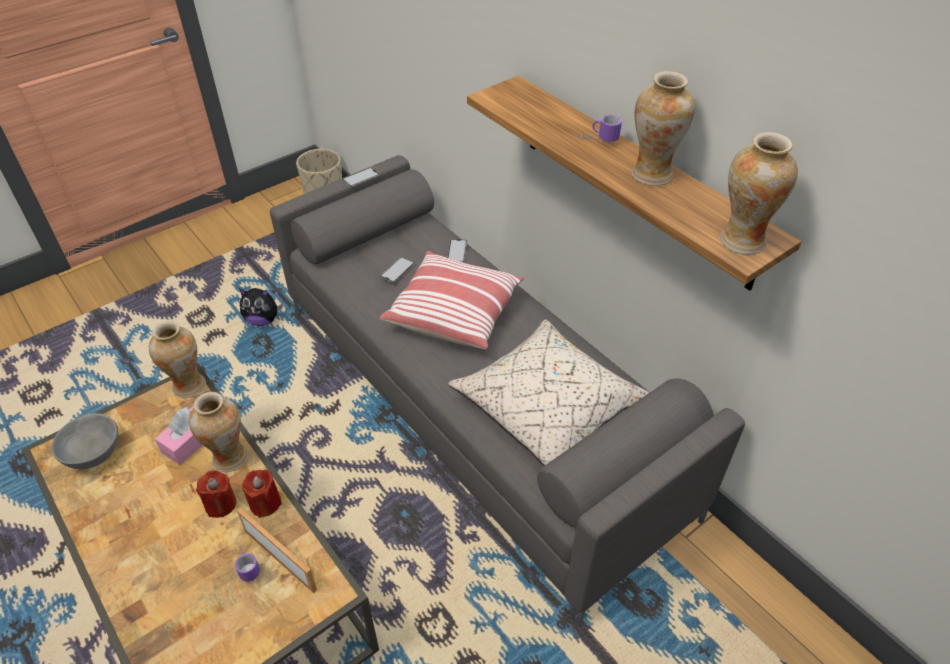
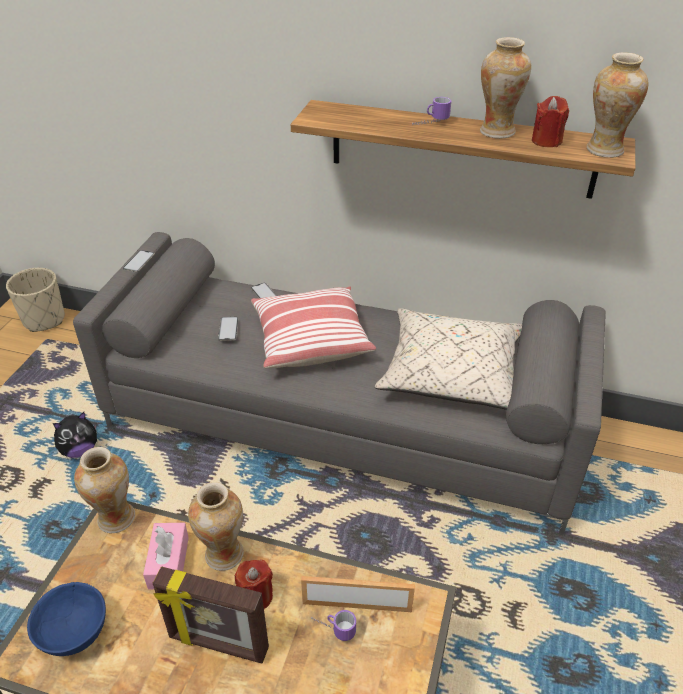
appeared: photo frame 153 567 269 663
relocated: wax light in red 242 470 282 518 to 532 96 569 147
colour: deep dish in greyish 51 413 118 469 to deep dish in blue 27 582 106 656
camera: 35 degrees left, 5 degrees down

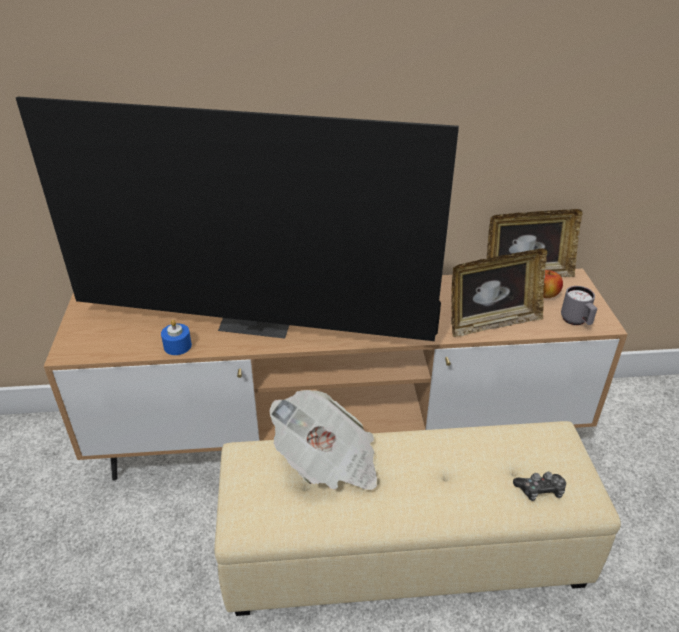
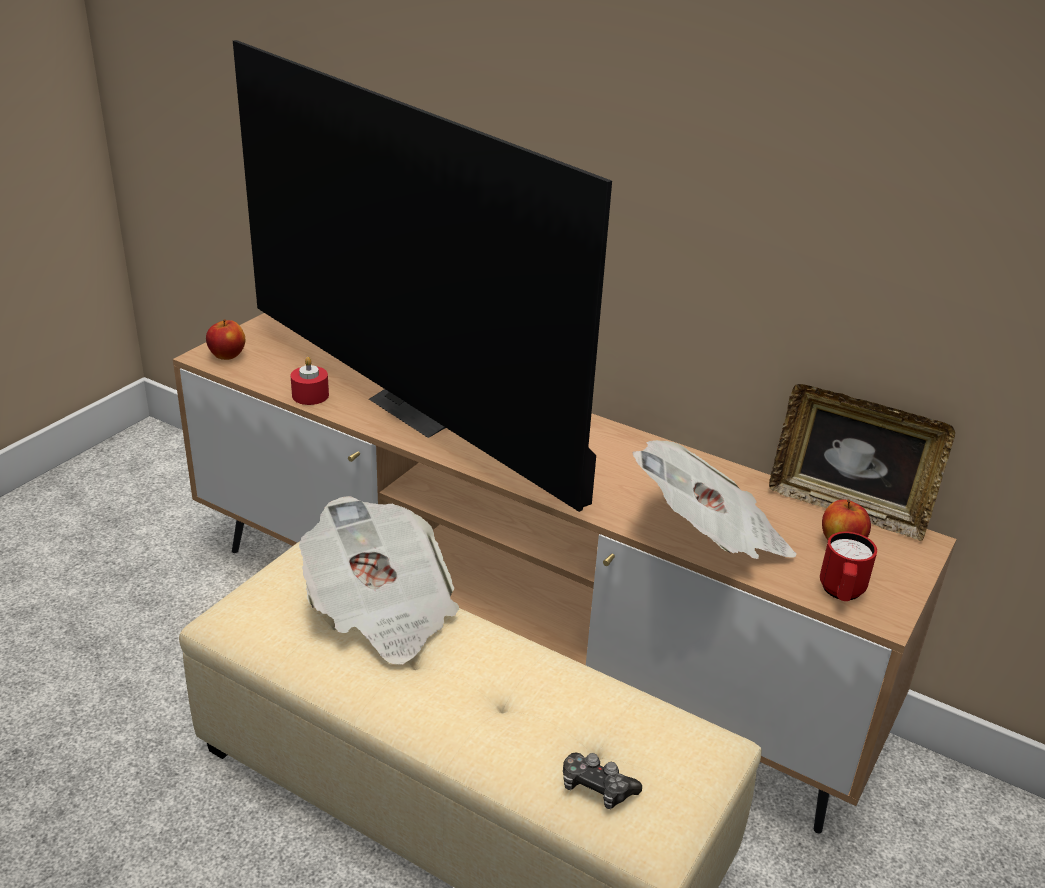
appeared: apple 206 319 245 360
exchanged: photo frame 451 248 547 337 to newspaper 632 440 797 559
colour: mug in greyish 561 286 597 325 to mug in red 820 532 877 601; wax light in blue 161 320 192 355 to wax light in red 290 357 329 405
camera: 35 degrees right, 5 degrees down

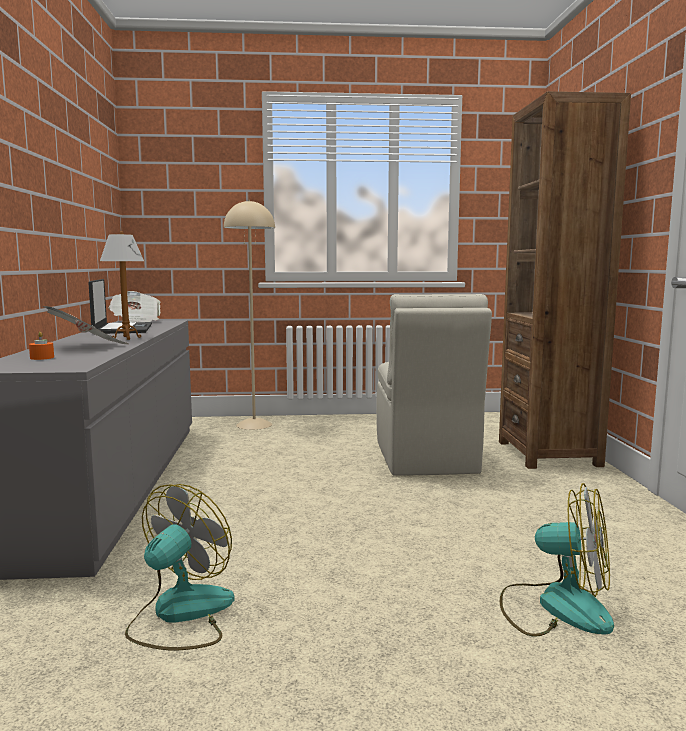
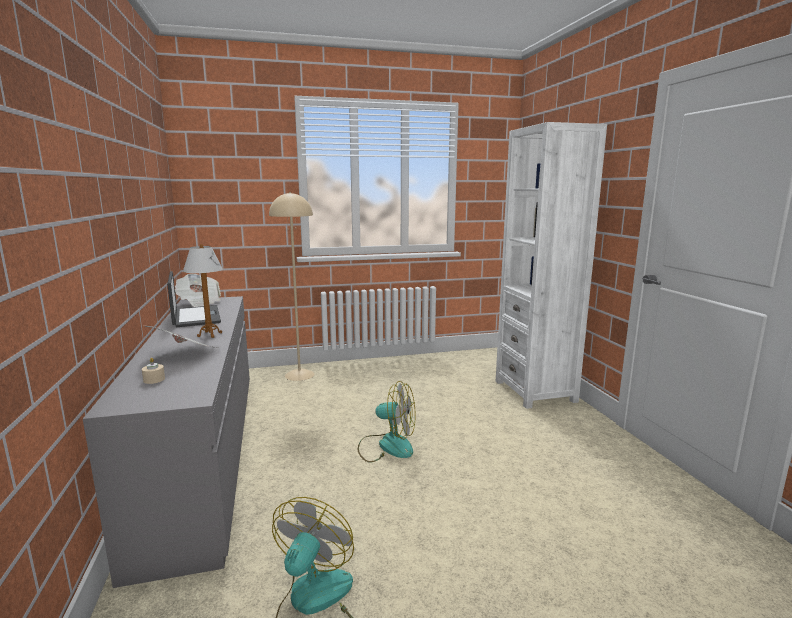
missing: chair in beige-coloured 376 294 492 476
relocated: electric fan 500 483 614 637 to 358 381 416 463
colour: shelving unit in brown 499 91 631 469 to shelving unit in white-coloured 496 122 607 409; wax light in orange-coloured 29 332 54 360 to wax light in beige-coloured 142 358 165 384
camera: 10 degrees left, 5 degrees up

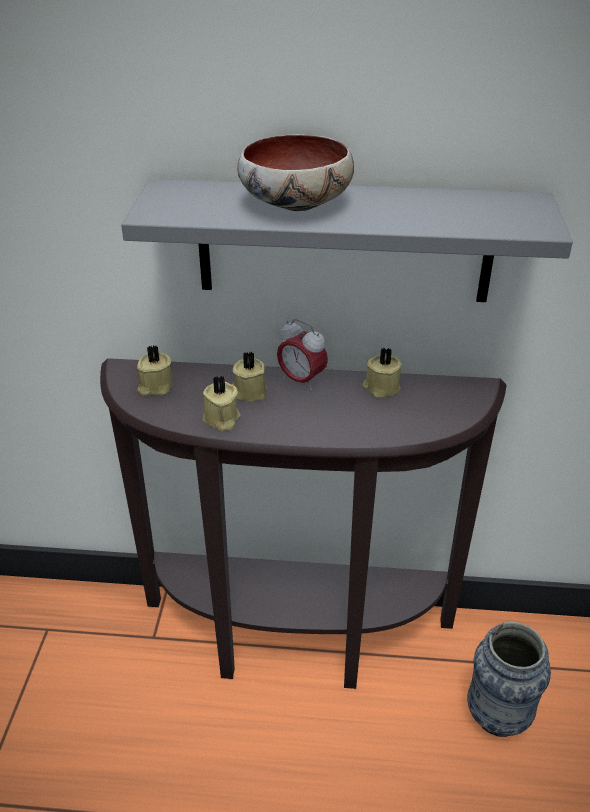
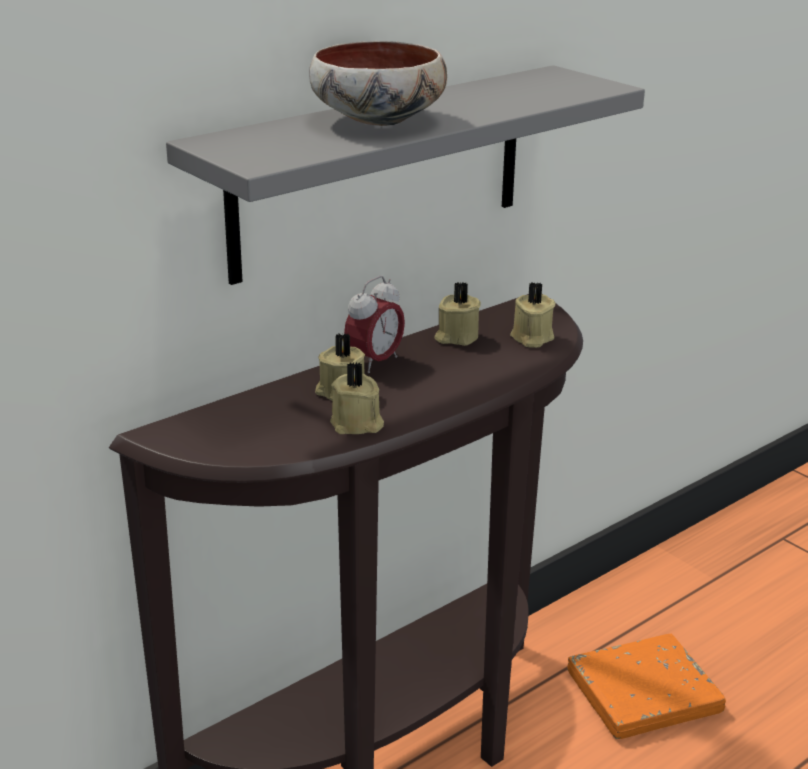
relocated: wax light in beige-coloured 137 346 173 396 to 510 282 556 348
exchanged: decorative vase 467 622 551 737 to bound book in orange-coloured 567 634 726 739
spun: table clock 277 319 328 391 = 344 276 405 373 45 degrees counterclockwise
camera: 45 degrees left, 10 degrees down

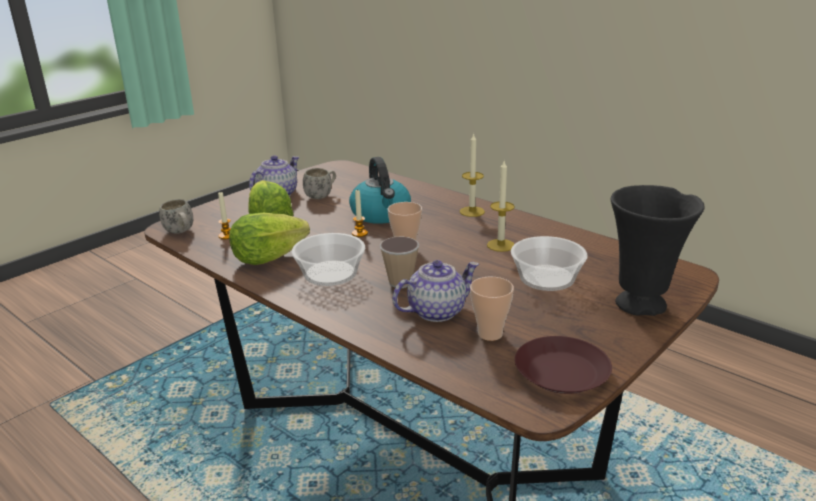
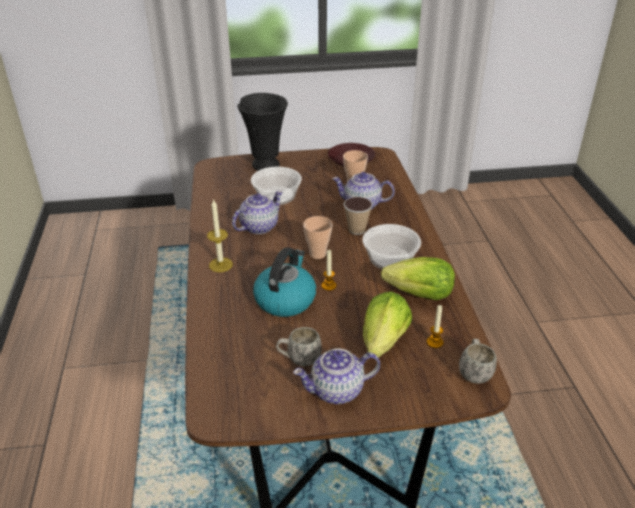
exchanged: wax light 487 161 515 252 to tea pot 232 190 283 234
camera: 140 degrees left, 10 degrees up

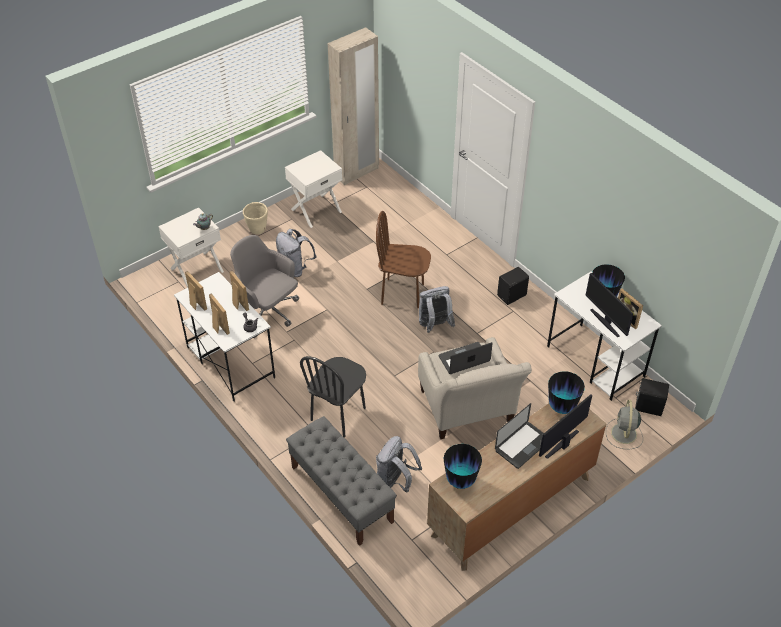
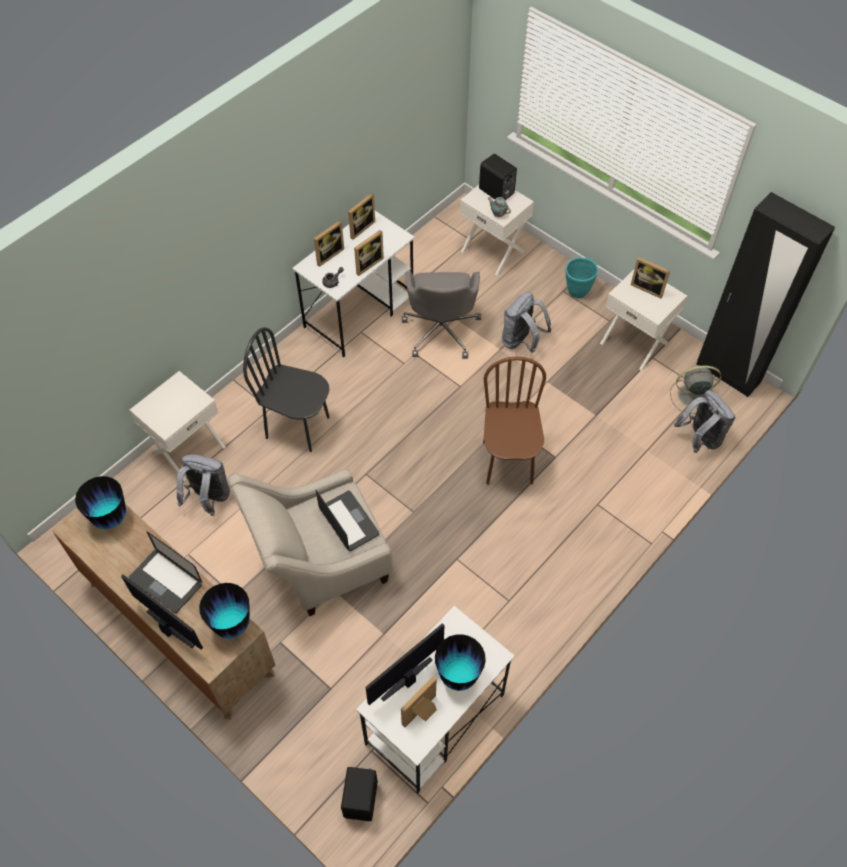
appeared: photo frame 631 257 670 298
relocated: speaker in black-coloured 497 267 529 305 to 479 154 517 200; rucksack in greyish 419 286 455 333 to 674 390 735 453; electric fan in greyish 606 400 643 449 to 670 365 721 414
exchanged: indoor bench in greyish 286 416 397 546 to nightstand in white-coloured 130 371 225 481
colour: wardrobe in beige-coloured 328 27 379 185 to wardrobe in black-coloured 696 192 835 397; planter in beige-coloured 243 202 268 235 to planter in blue-green 565 257 598 298
spun: desk chair in greyish 230 235 299 338 = 402 272 481 359 150 degrees clockwise
camera: 80 degrees right, 10 degrees up

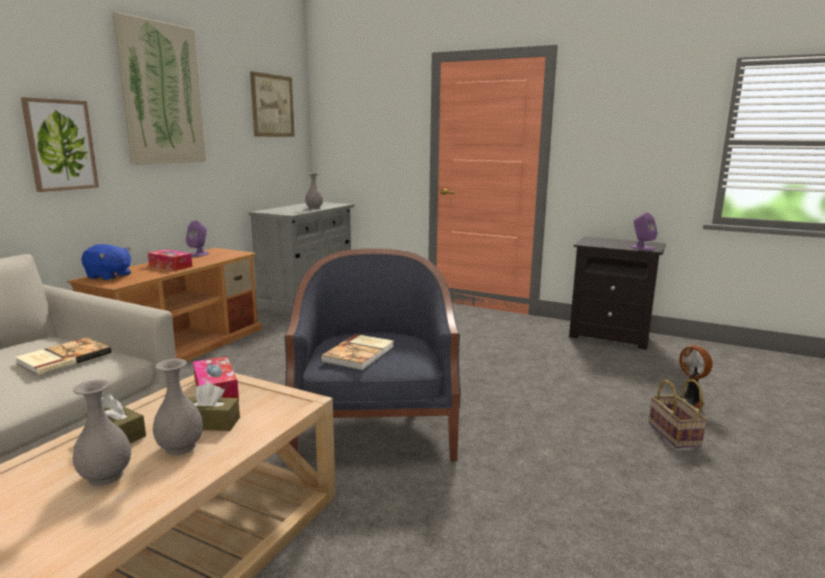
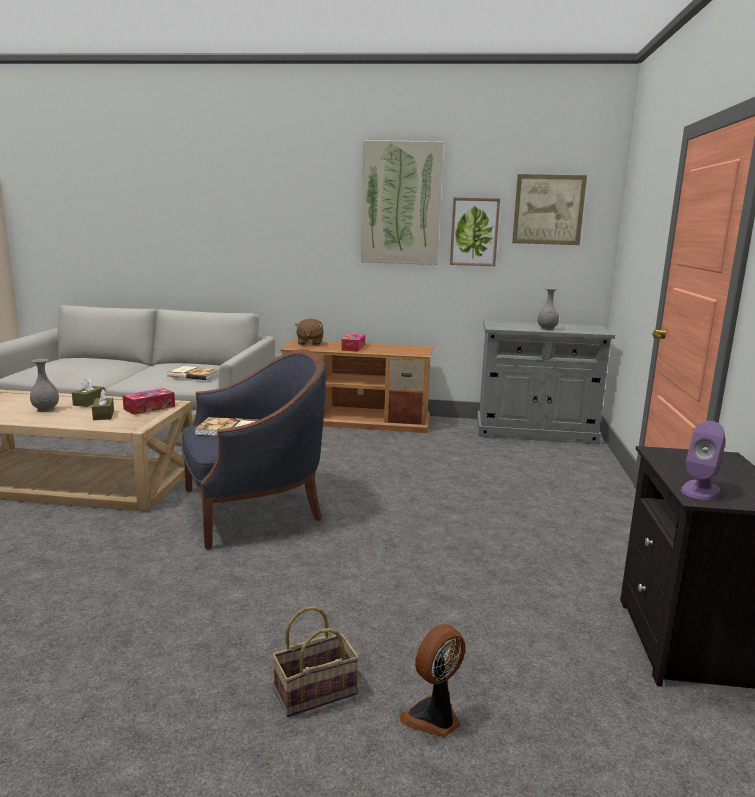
missing: speaker in purple-coloured 186 221 210 257; decorative vase in greyish 153 359 203 455
relocated: wall picture 21 97 99 192 to 450 198 500 266
colour: cuddly toy in blue 81 244 131 280 to cuddly toy in brown 295 318 324 346
camera: 70 degrees right, 0 degrees up

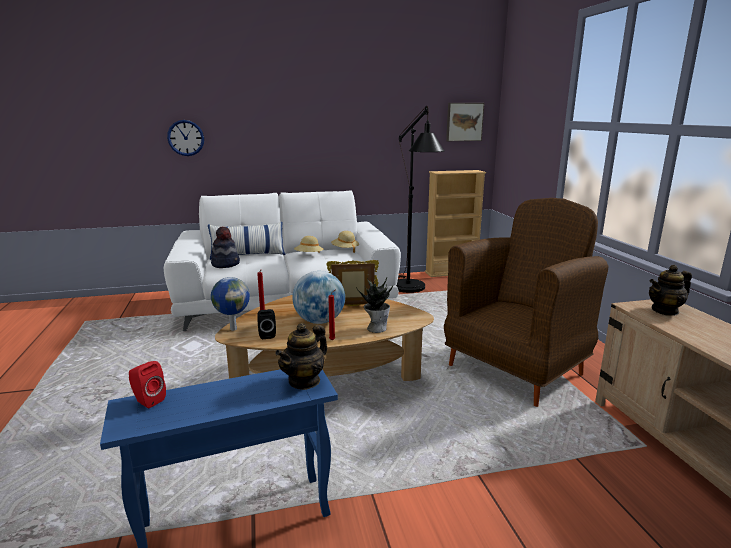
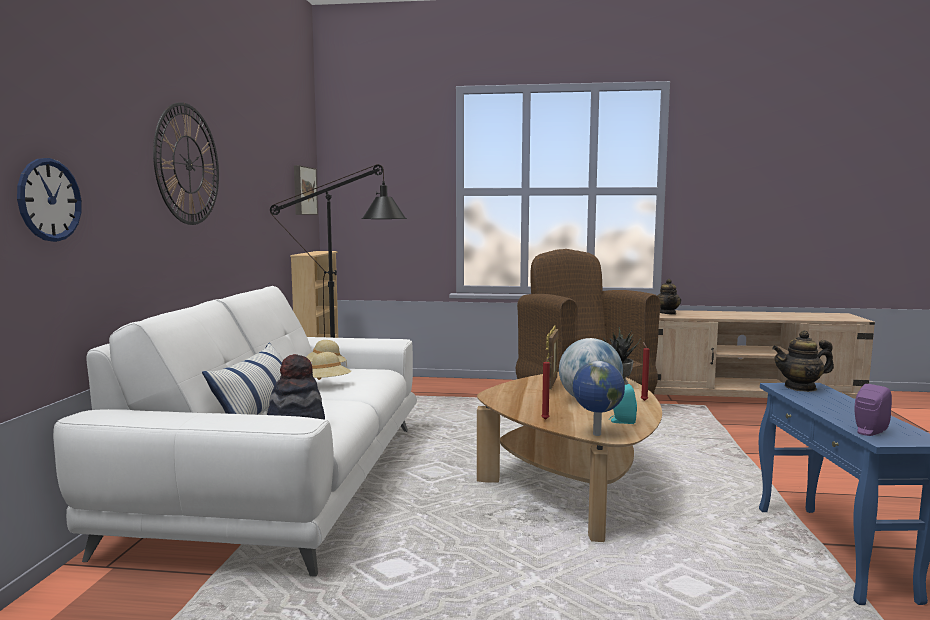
appeared: clock on the wall 153 102 219 225
colour: speaker in black-coloured 257 309 276 339 to speaker in blue-green 609 384 637 424; speaker in red 129 361 166 408 to speaker in purple-coloured 854 384 892 436
spun: tea pot 275 323 327 390 = 772 330 834 392 120 degrees clockwise
camera: 70 degrees left, 10 degrees down

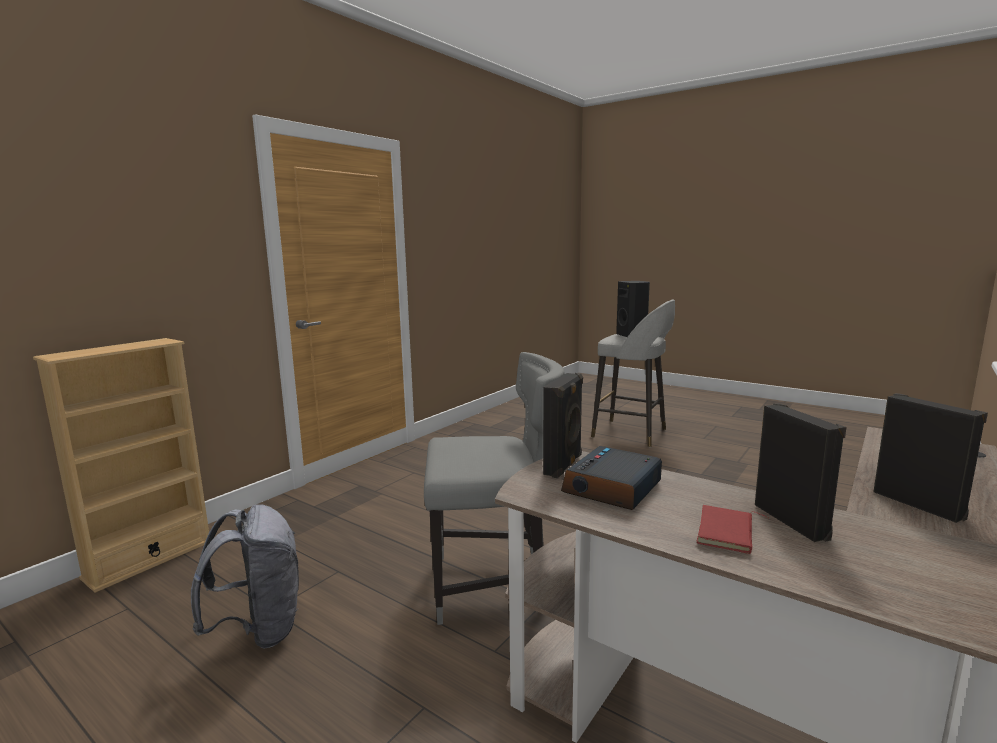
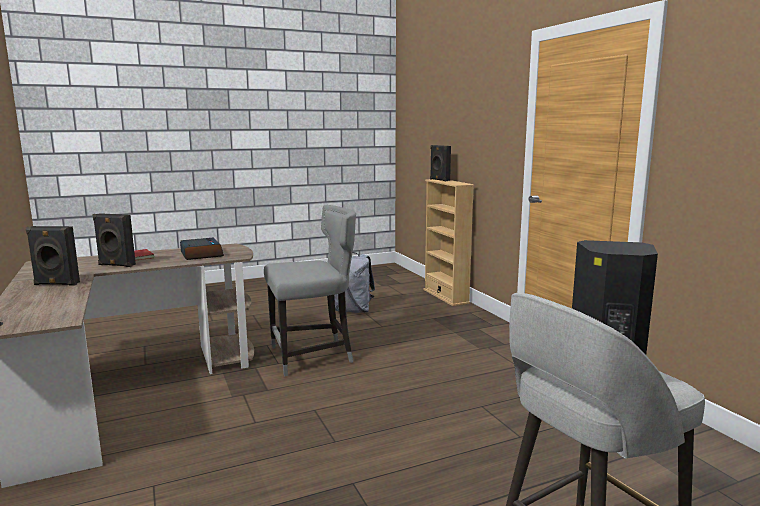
relocated: speaker in black-coloured 543 373 583 478 to 430 145 451 181
spun: chair in greyish 424 352 565 625 = 264 205 356 377 135 degrees counterclockwise
camera: 120 degrees right, 0 degrees up

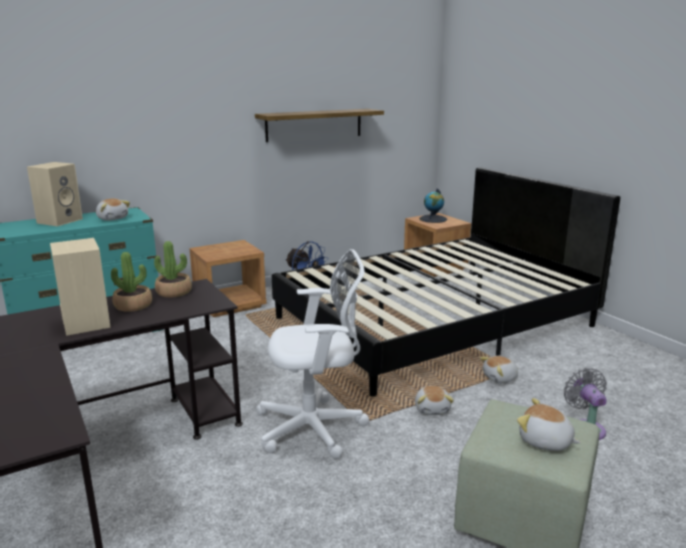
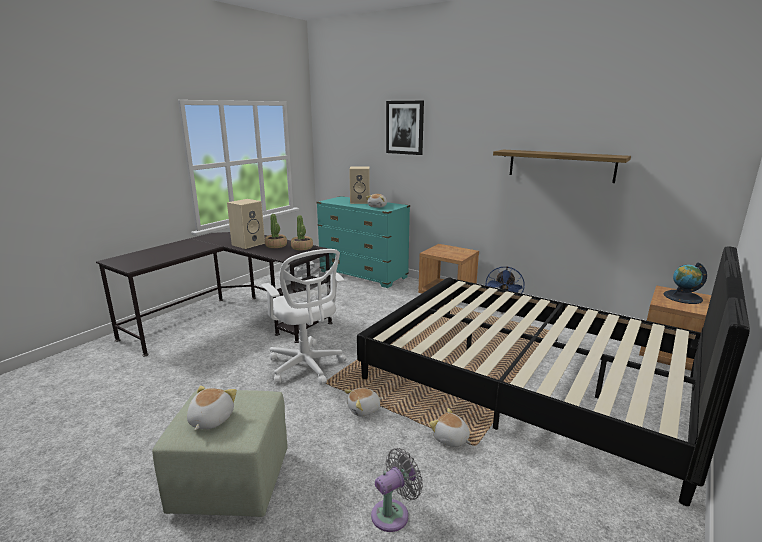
appeared: wall picture 386 101 424 155
camera: 65 degrees right, 0 degrees up

